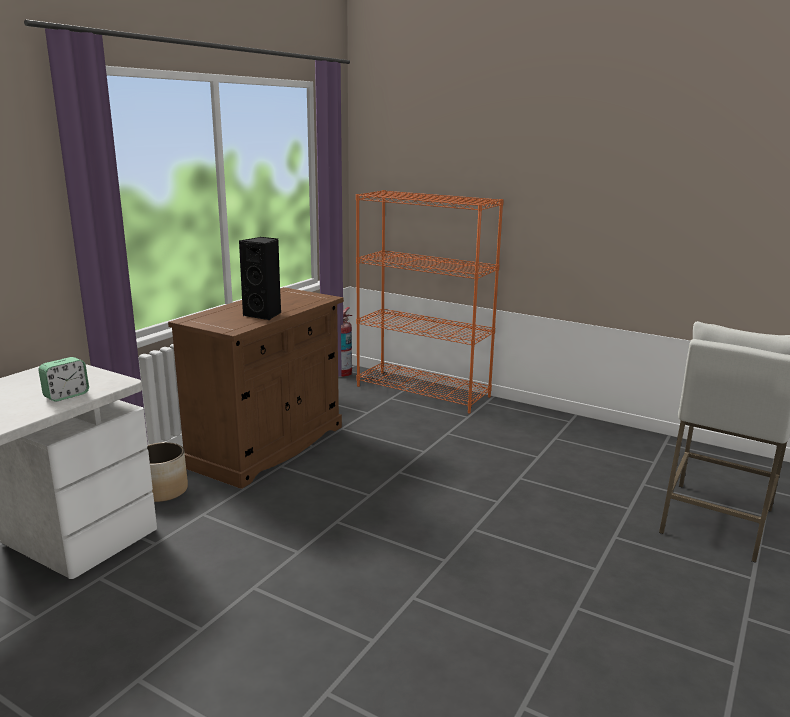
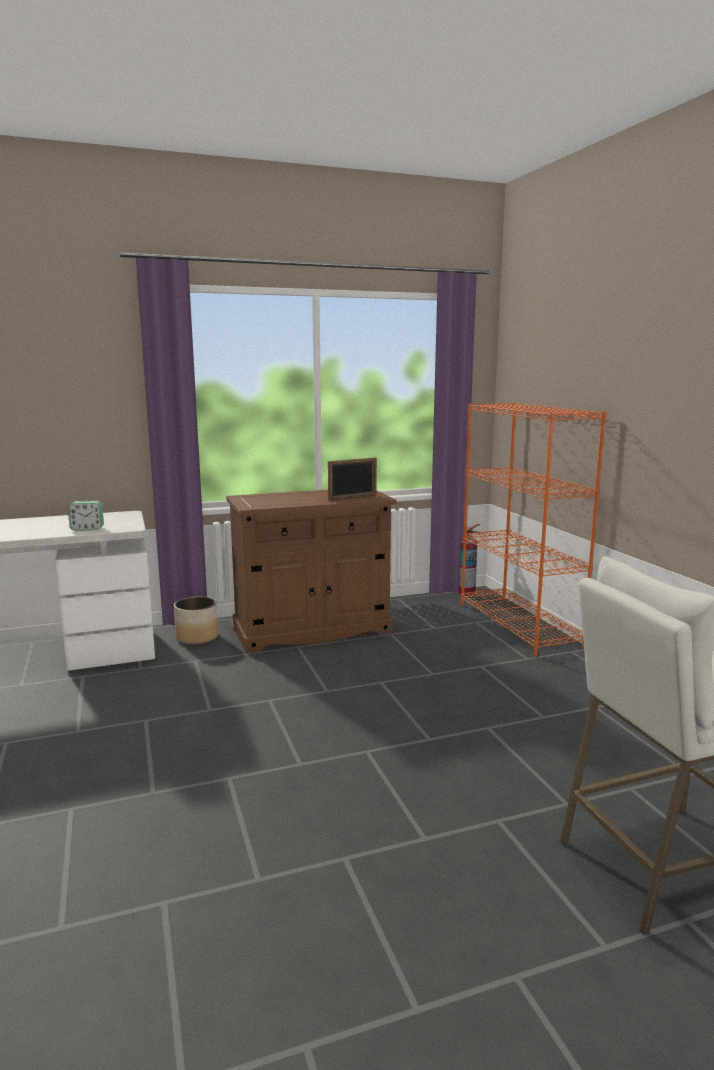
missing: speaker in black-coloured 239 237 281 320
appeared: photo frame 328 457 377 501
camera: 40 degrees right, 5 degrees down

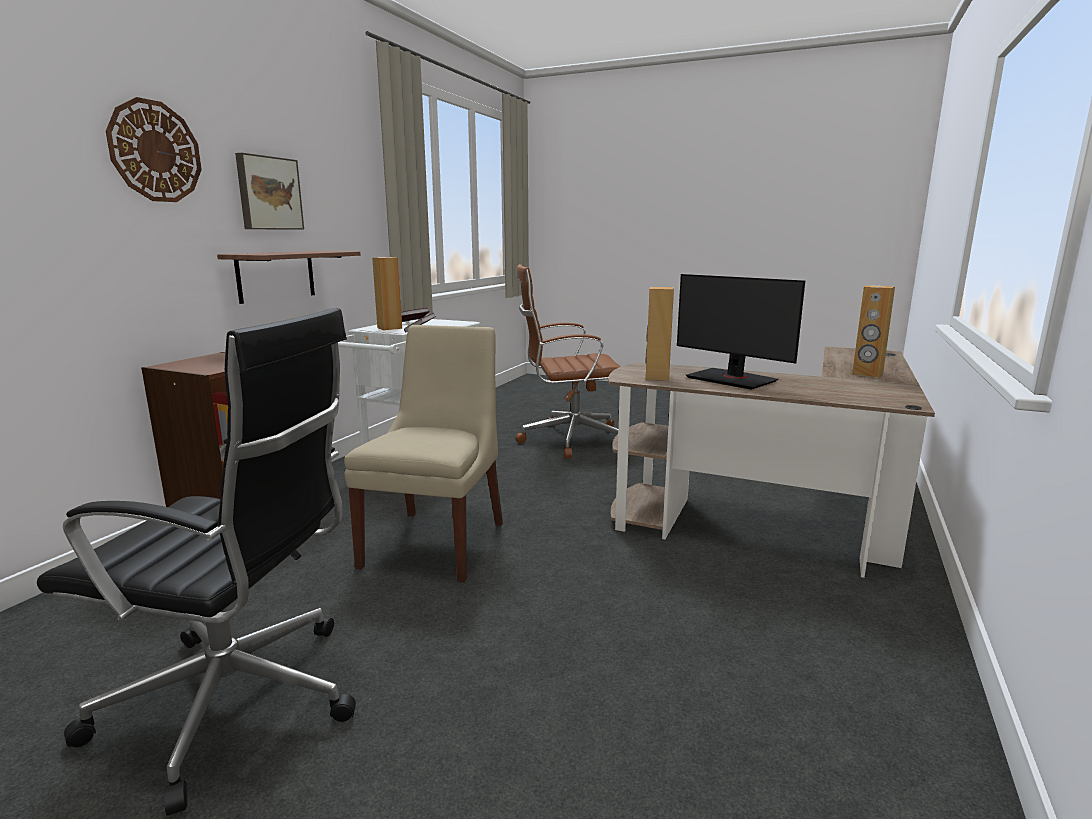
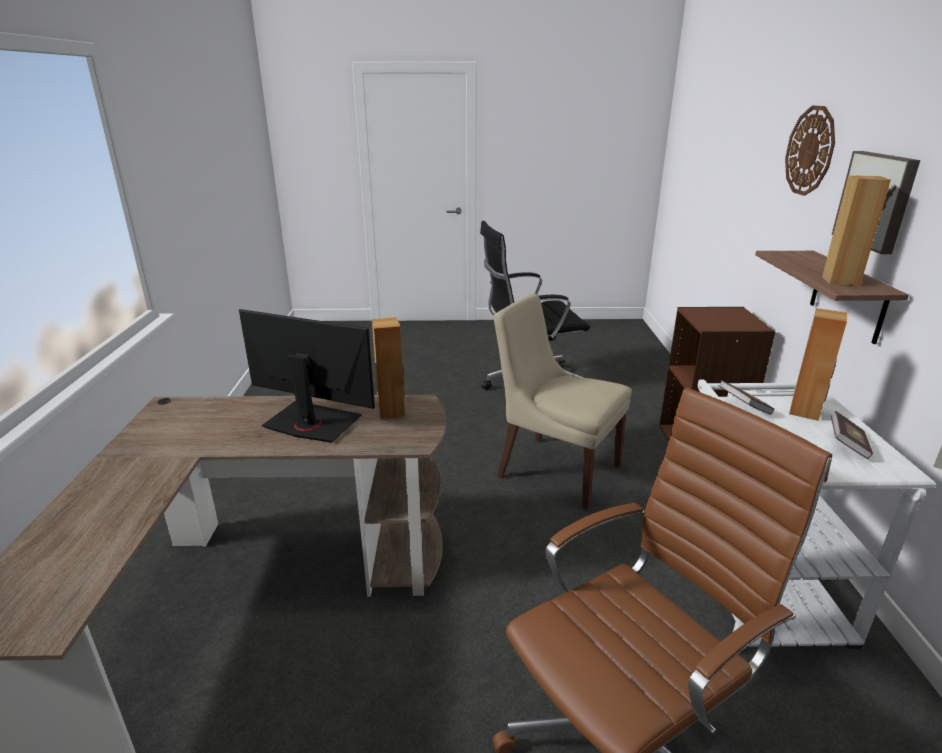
relocated: speaker in brown 852 285 895 378 to 822 175 891 286
spun: chair in beige-coloured 344 325 503 583 = 494 293 632 510 135 degrees clockwise
camera: 155 degrees right, 10 degrees up

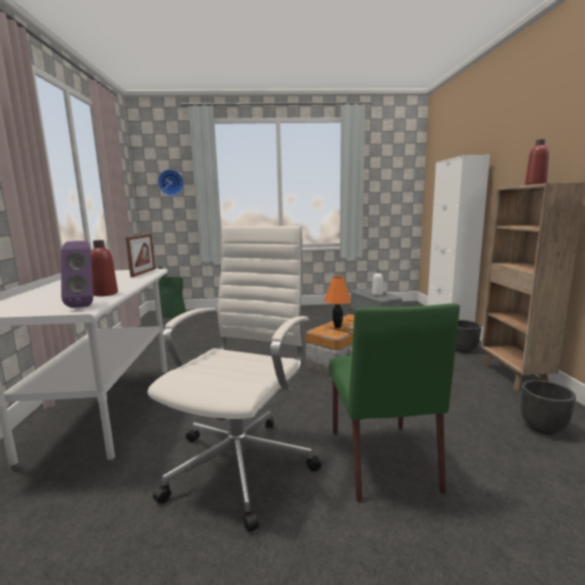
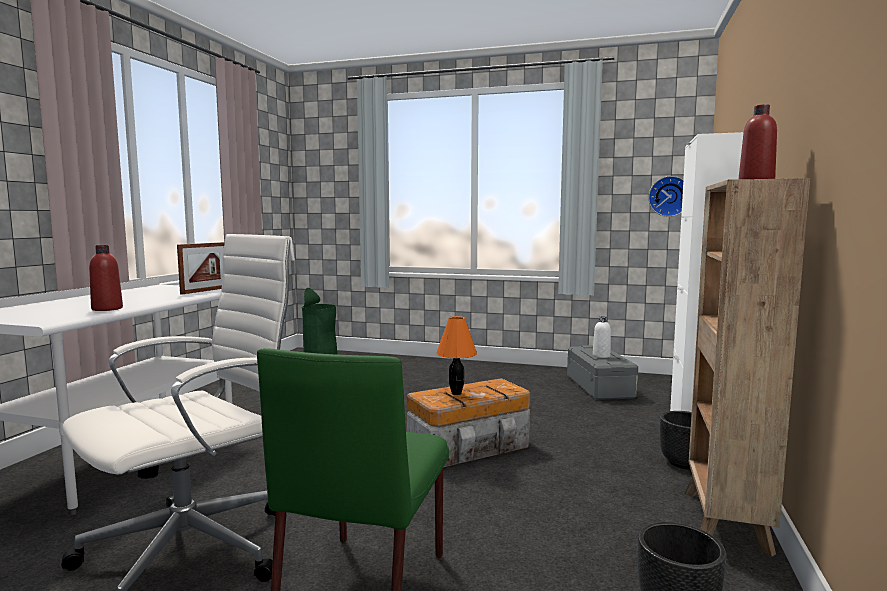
missing: speaker in purple-coloured 61 241 93 308
relocated: clock on the wall 158 169 184 196 to 648 176 683 217
camera: 20 degrees right, 5 degrees down

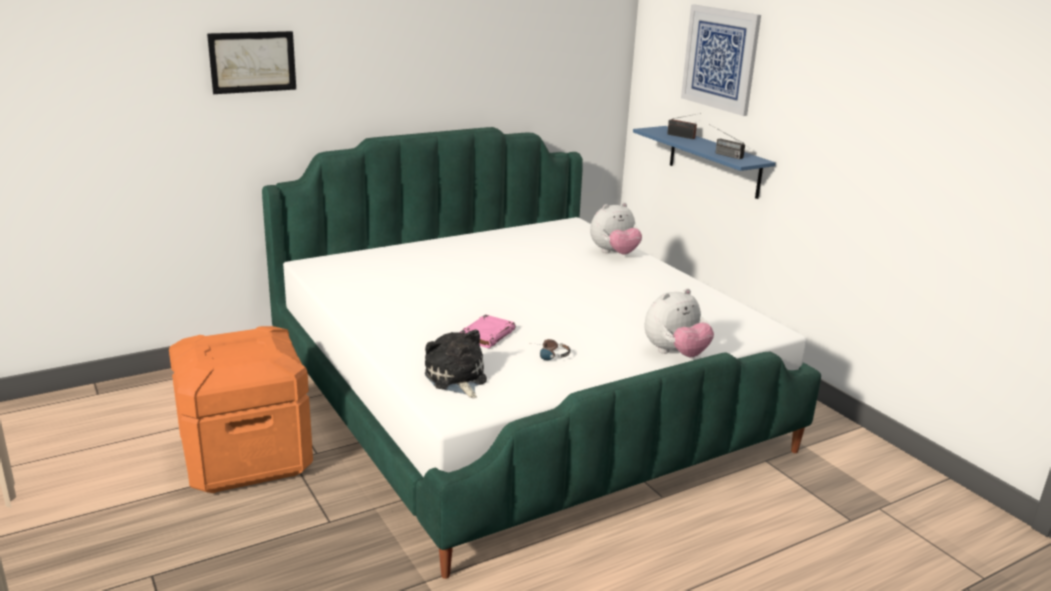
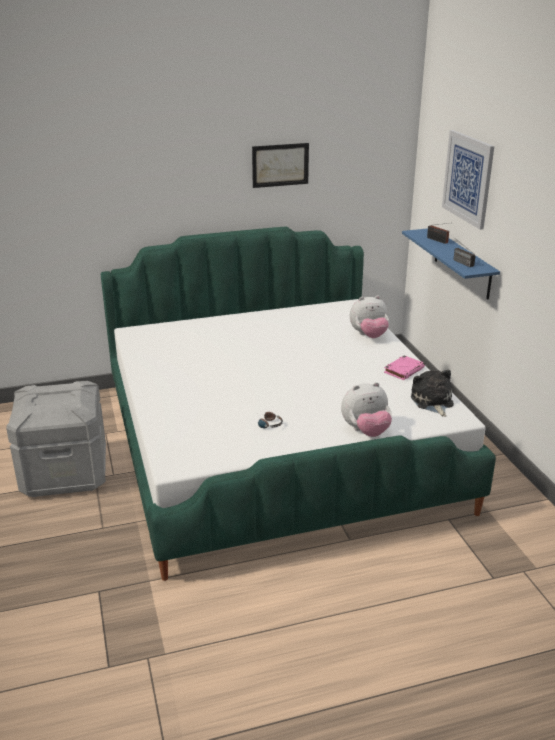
relocated: wall picture 207 31 296 94 to 252 143 309 188; bound book in pink 460 314 516 348 to 384 355 425 380; cuddly toy 425 329 487 398 to 411 370 454 417
colour: storage bin in orange-coloured 169 326 313 493 to storage bin in greyish 6 381 106 497
camera: 15 degrees right, 5 degrees up

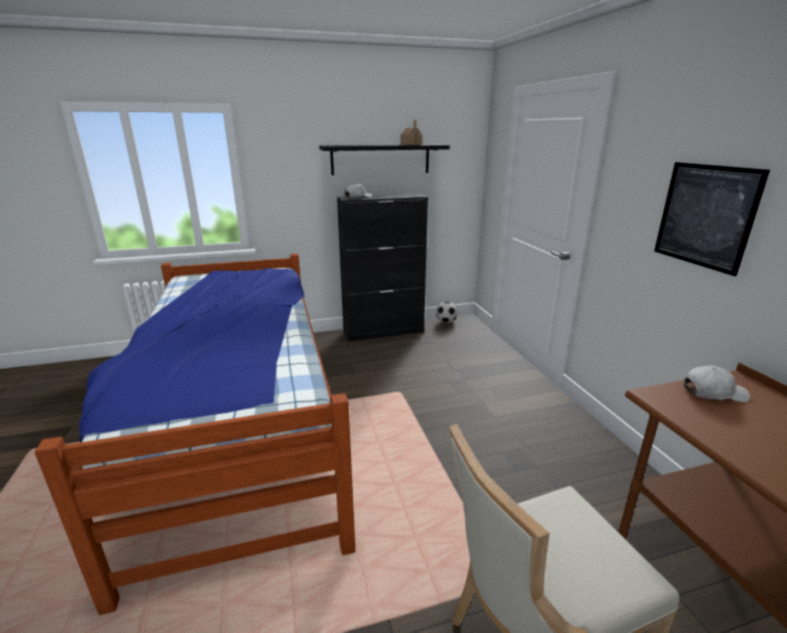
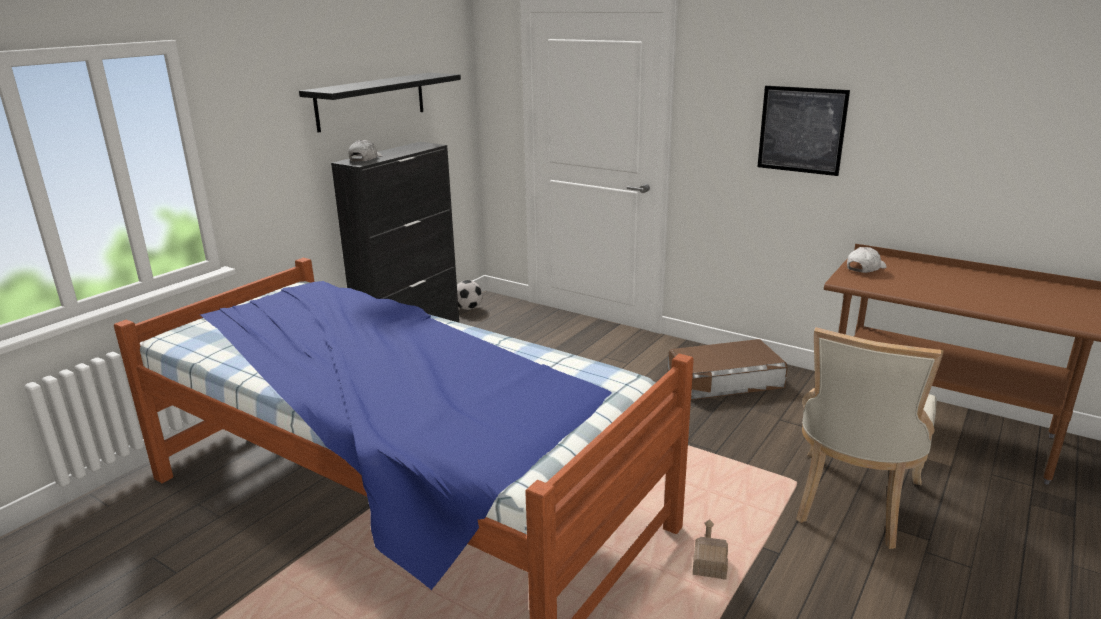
appeared: storage bin in brown 668 339 788 400
relocated: toy house 400 119 423 145 to 693 519 728 580
camera: 40 degrees left, 0 degrees up

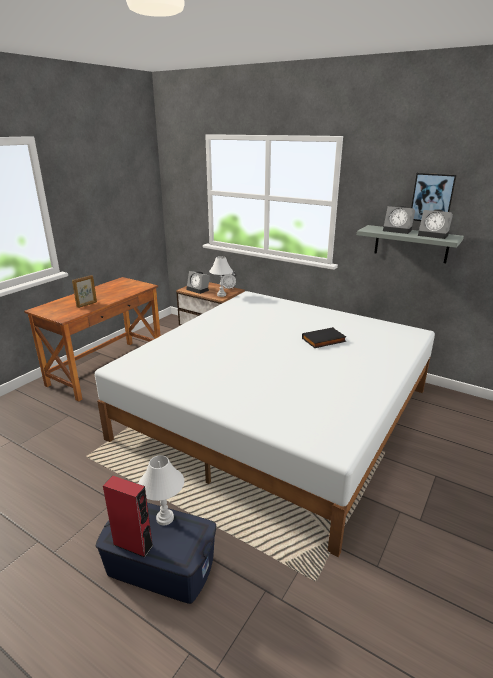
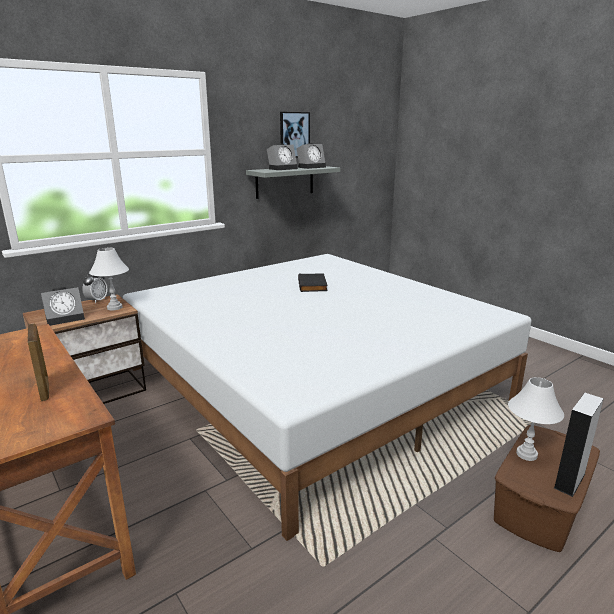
colour: speaker in red 103 476 154 558 to speaker in greyish 554 393 604 497; storage bin in blue 96 503 216 604 to storage bin in brown 494 425 600 552
camera: 70 degrees left, 5 degrees down

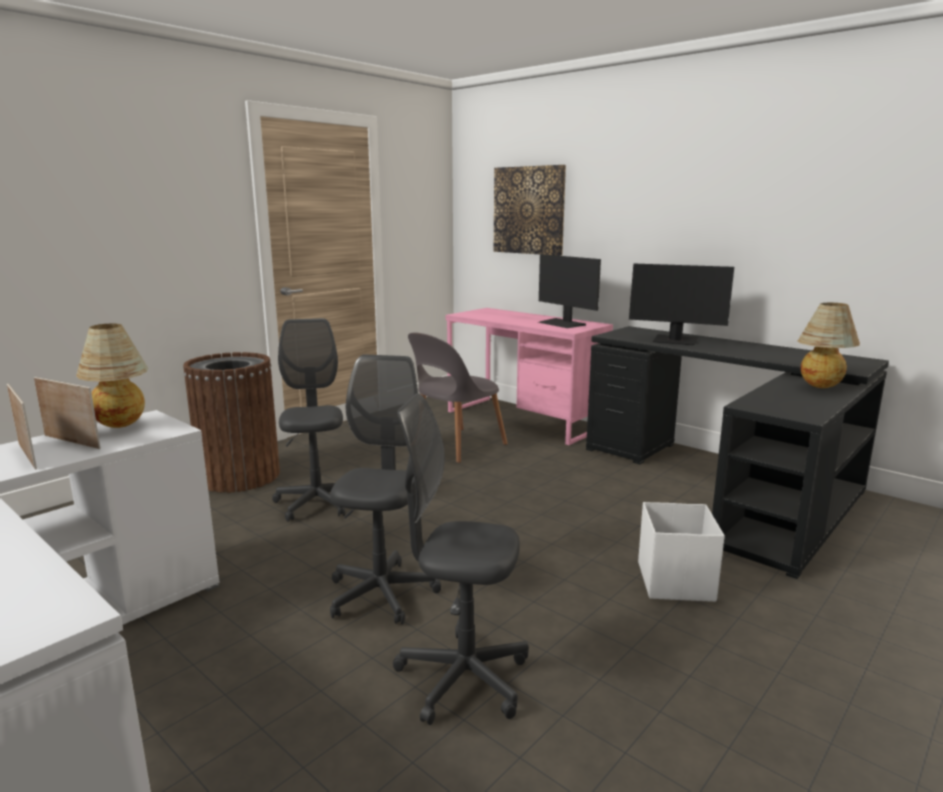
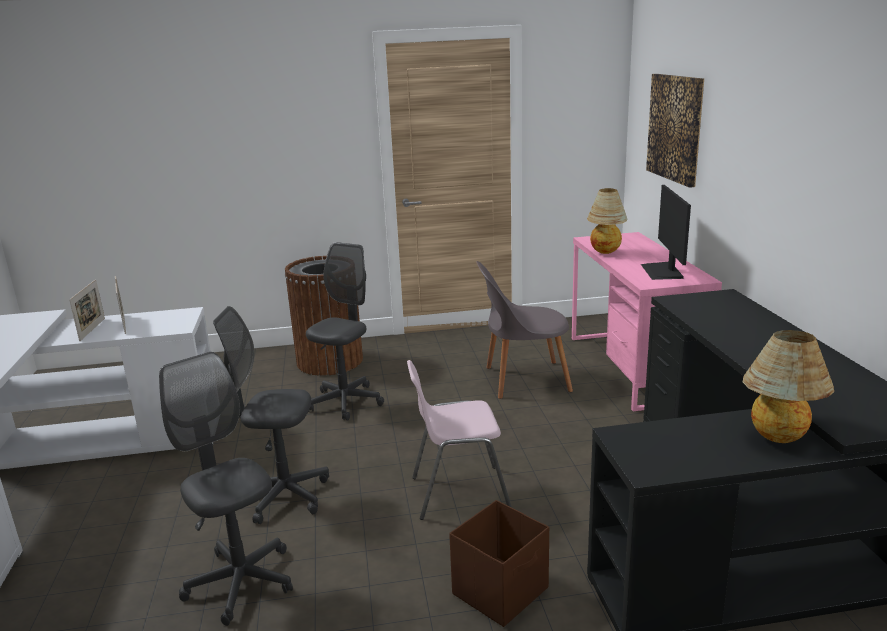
missing: monitor 629 263 734 345
appeared: chair in pink 407 360 512 520
relocated: lamp for a table 76 323 148 428 to 587 188 627 254
colour: storage bin in white-coloured 638 502 725 602 to storage bin in brown 449 500 549 627
spun: desk chair in greyish 330 355 441 624 = 213 306 329 524 135 degrees counterclockwise
camera: 40 degrees right, 5 degrees up

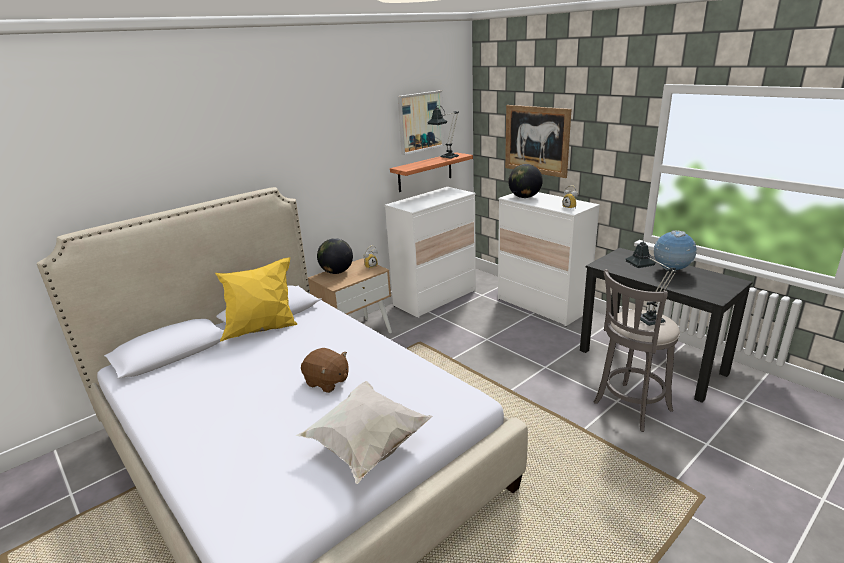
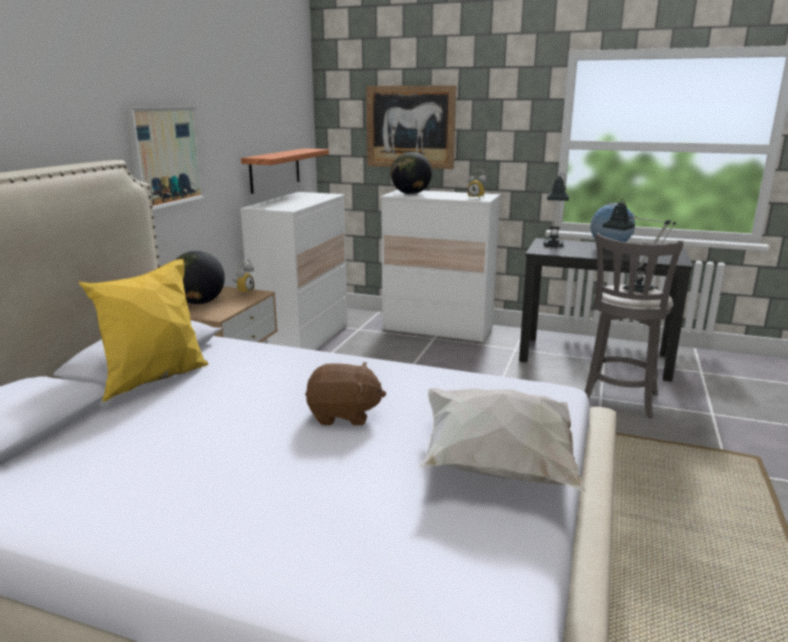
relocated: wall picture 398 90 444 155 to 126 106 205 210; lamp for a table 427 105 459 158 to 543 173 569 247
camera: 30 degrees left, 5 degrees down

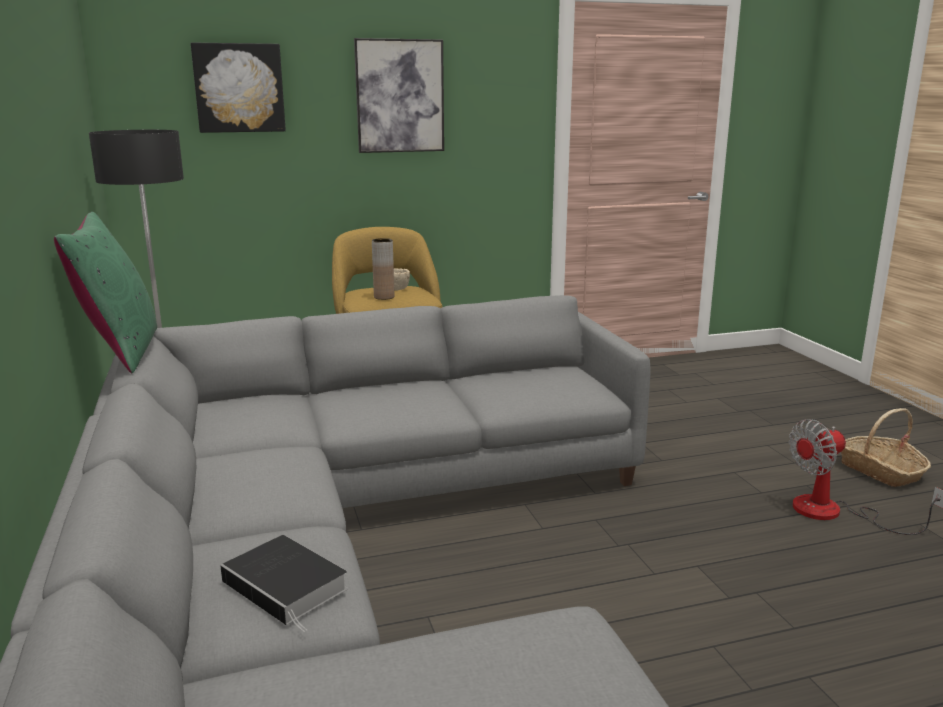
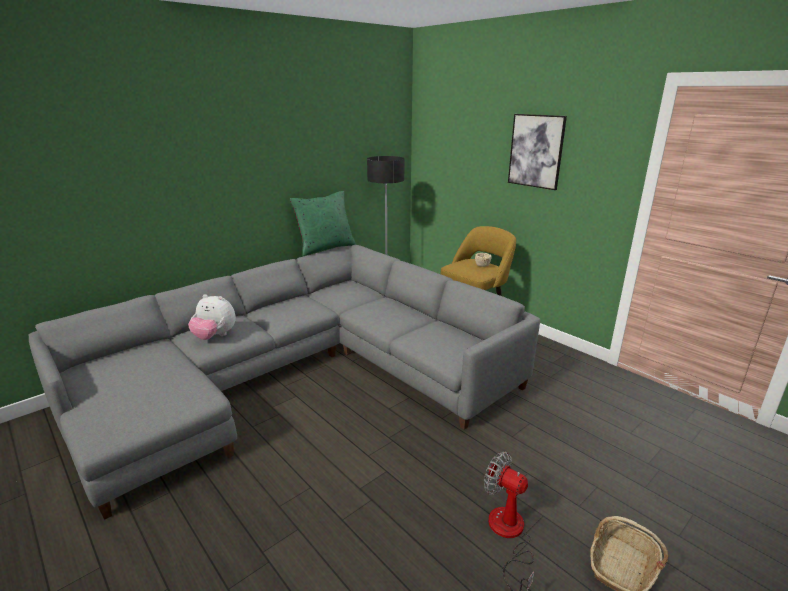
missing: wall picture 191 43 286 133; decorative vase in brown 372 238 394 300
exchanged: bound book 220 535 348 632 to cuddly toy 188 294 236 340
camera: 65 degrees right, 5 degrees up

